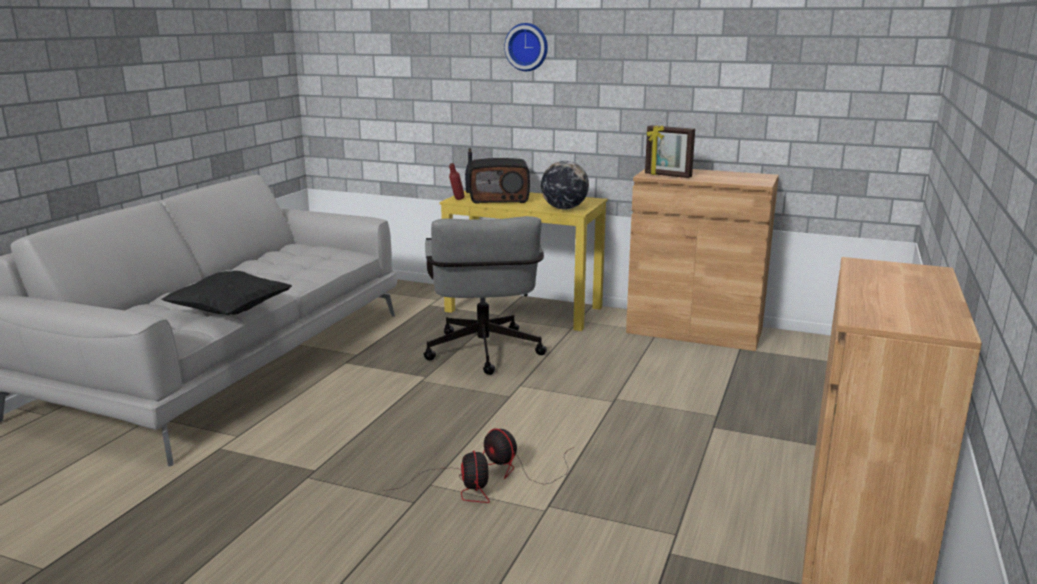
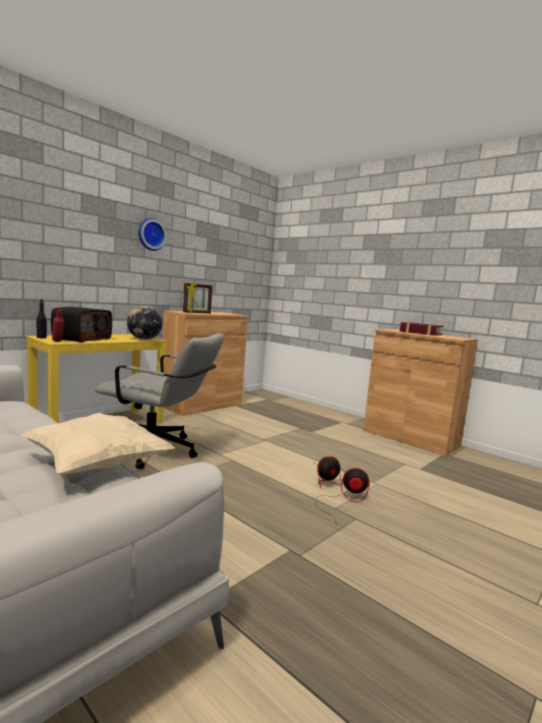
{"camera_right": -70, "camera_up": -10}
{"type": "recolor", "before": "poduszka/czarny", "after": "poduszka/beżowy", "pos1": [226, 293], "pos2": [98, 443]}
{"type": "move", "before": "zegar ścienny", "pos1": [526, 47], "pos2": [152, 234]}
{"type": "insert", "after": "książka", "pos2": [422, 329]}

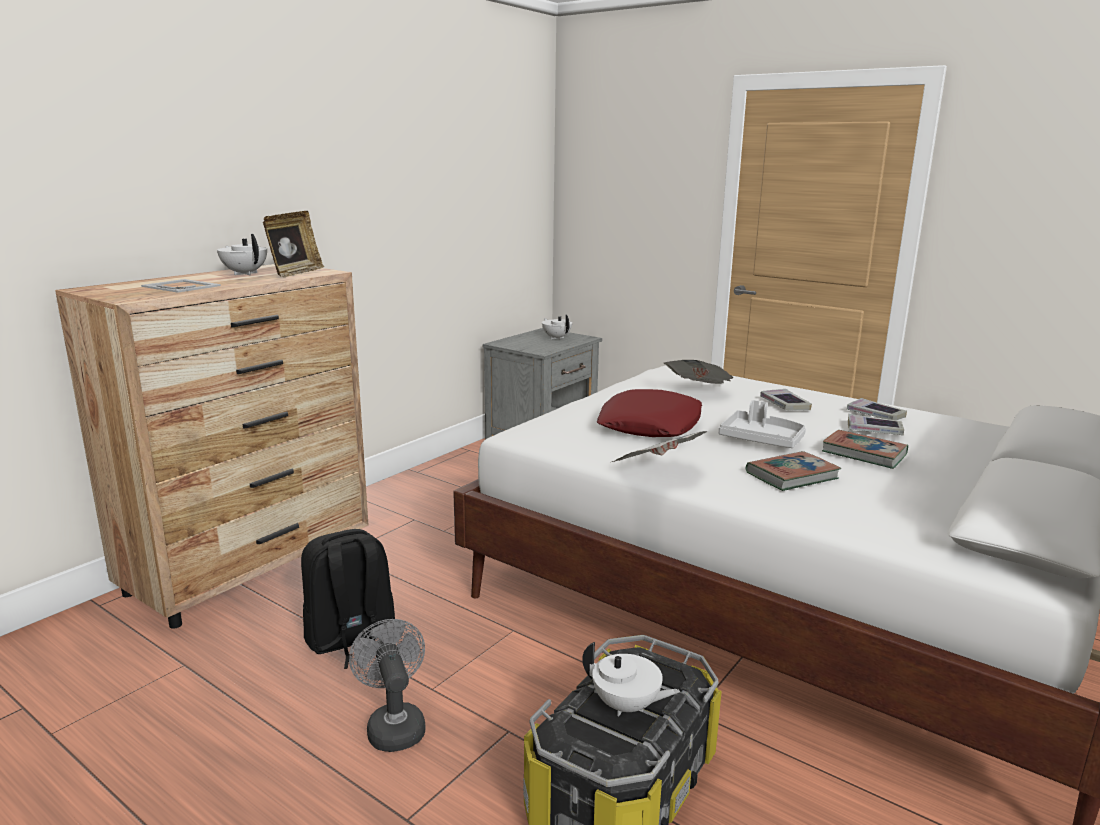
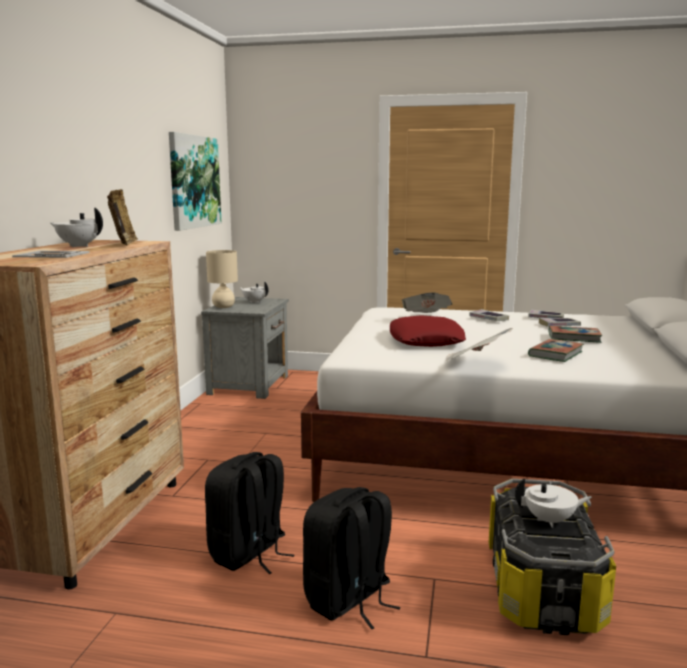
{"camera_right": -25, "camera_up": -5}
{"type": "replace", "before": "wentylator/szary", "after": "plecak/czarny", "pos1": [387, 685], "pos2": [351, 558]}
{"type": "delete", "before": "taca/szary", "pos1": [762, 424]}
{"type": "insert", "after": "obraz", "pos2": [195, 181]}
{"type": "insert", "after": "lampa stołowa/beżowy", "pos2": [222, 279]}

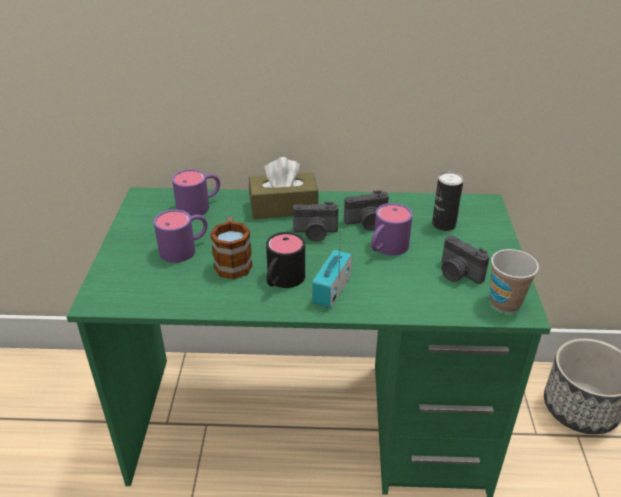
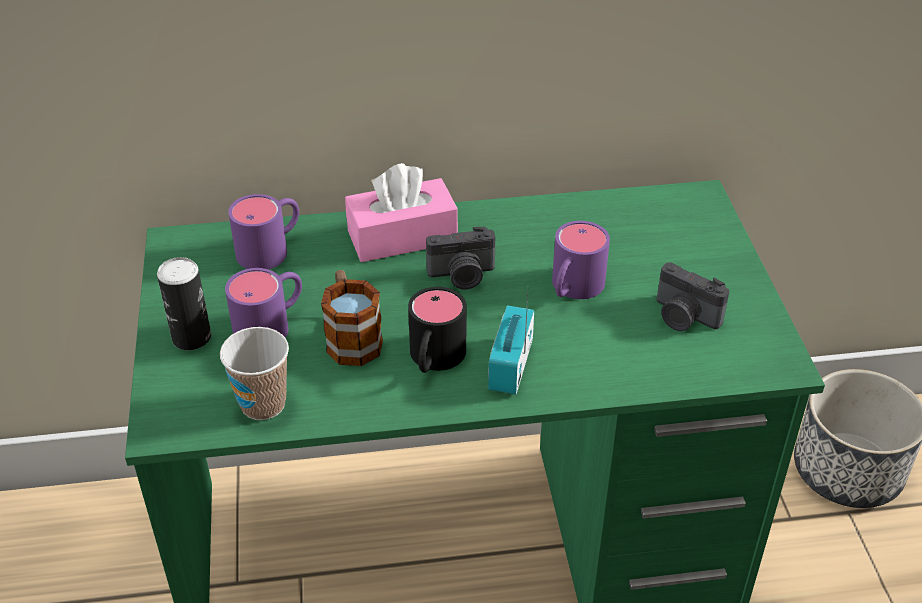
{"camera_right": -10, "camera_up": 5}
{"type": "recolor", "before": "pudełko chusteczek/brązowy", "after": "pudełko chusteczek/różowy", "pos1": [284, 188], "pos2": [401, 212]}
{"type": "delete", "before": "aparat fotograficzny", "pos1": [366, 210]}
{"type": "move", "before": "puszka", "pos1": [447, 201], "pos2": [184, 303]}
{"type": "move", "before": "filiżanka", "pos1": [514, 281], "pos2": [254, 373]}

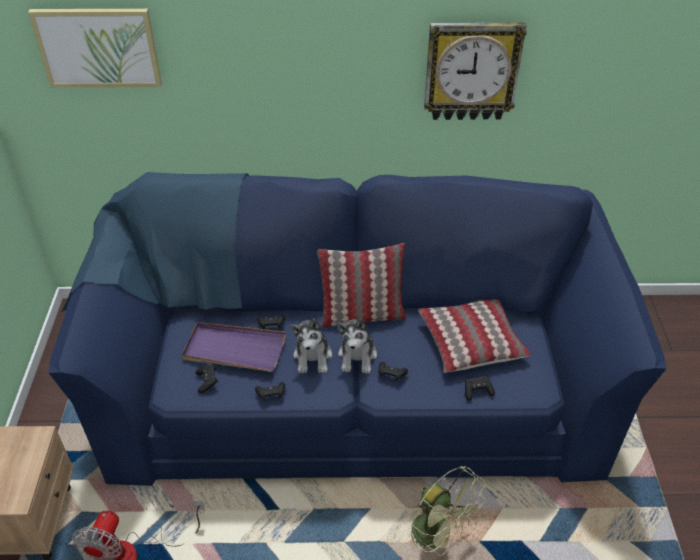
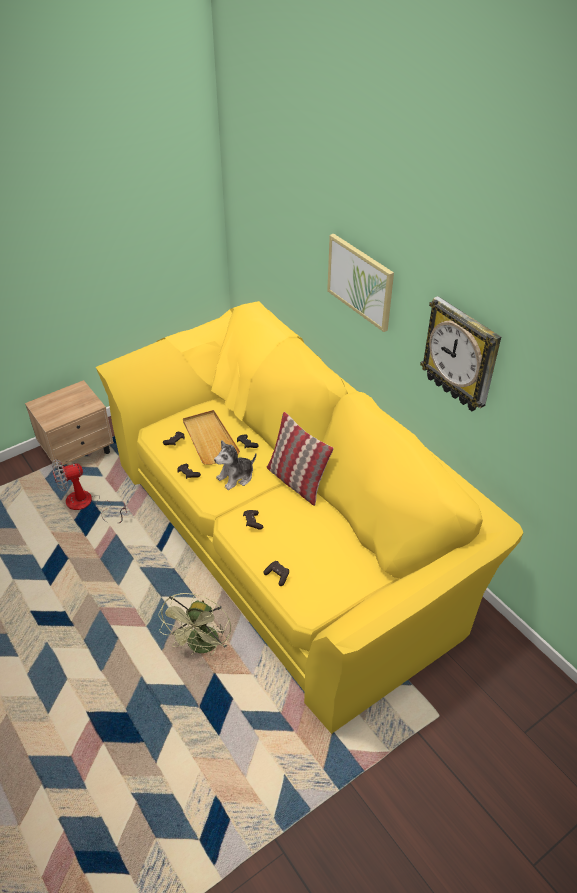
{"camera_right": 55, "camera_up": 0}
{"type": "move", "before": "obraz", "pos1": [95, 48], "pos2": [360, 283]}
{"type": "recolor", "before": "kanapa/niebieski", "after": "kanapa/żółty", "pos1": [357, 329], "pos2": [310, 517]}
{"type": "recolor", "before": "taca/fioletowy", "after": "taca/beżowy", "pos1": [234, 347], "pos2": [211, 437]}
{"type": "delete", "before": "pluszak", "pos1": [356, 345]}
{"type": "delete", "before": "poduszka", "pos1": [474, 336]}

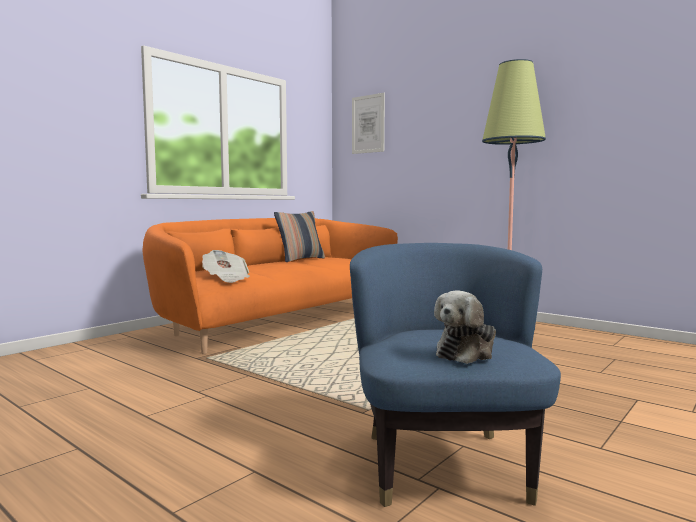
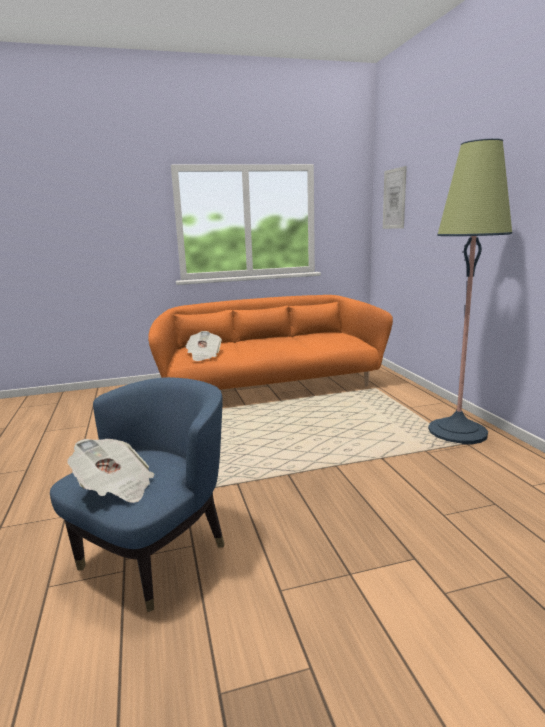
{"camera_right": 35, "camera_up": 10}
{"type": "delete", "before": "poduszka", "pos1": [299, 236]}
{"type": "replace", "before": "pluszak", "after": "gazeta", "pos1": [465, 327], "pos2": [111, 471]}

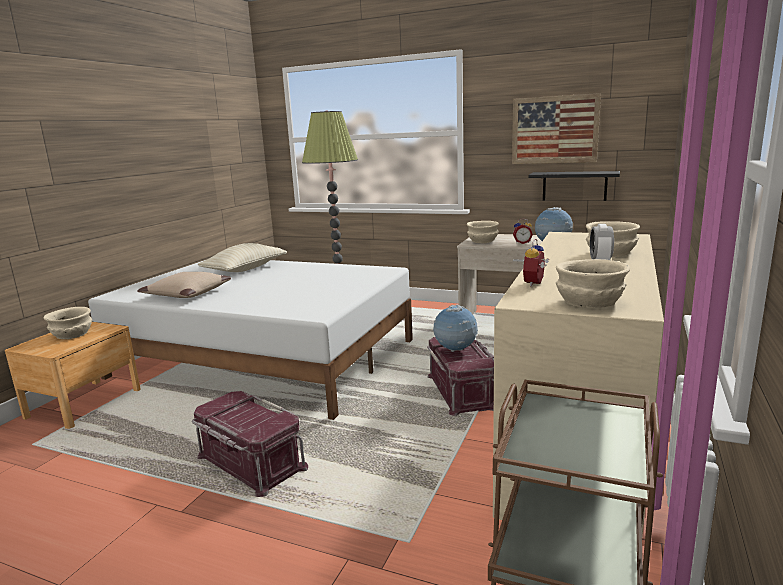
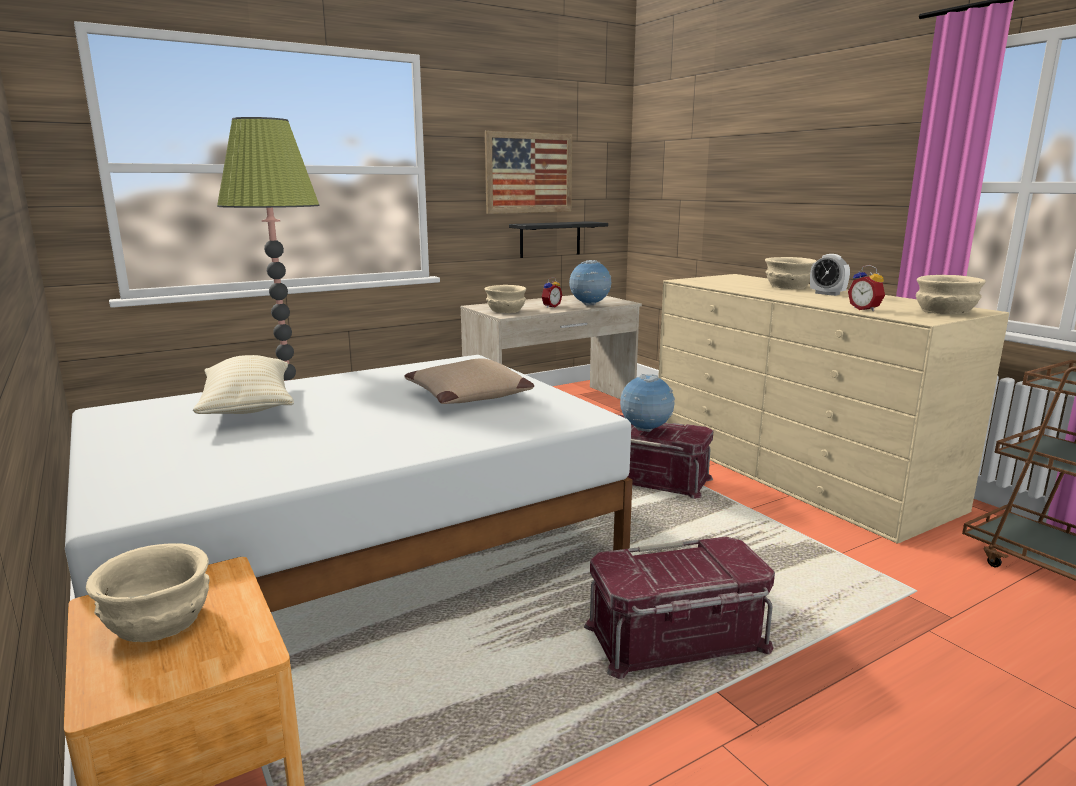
{"camera_right": -55, "camera_up": 0}
{"type": "move", "before": "poduszka/beżowy", "pos1": [184, 285], "pos2": [469, 381]}

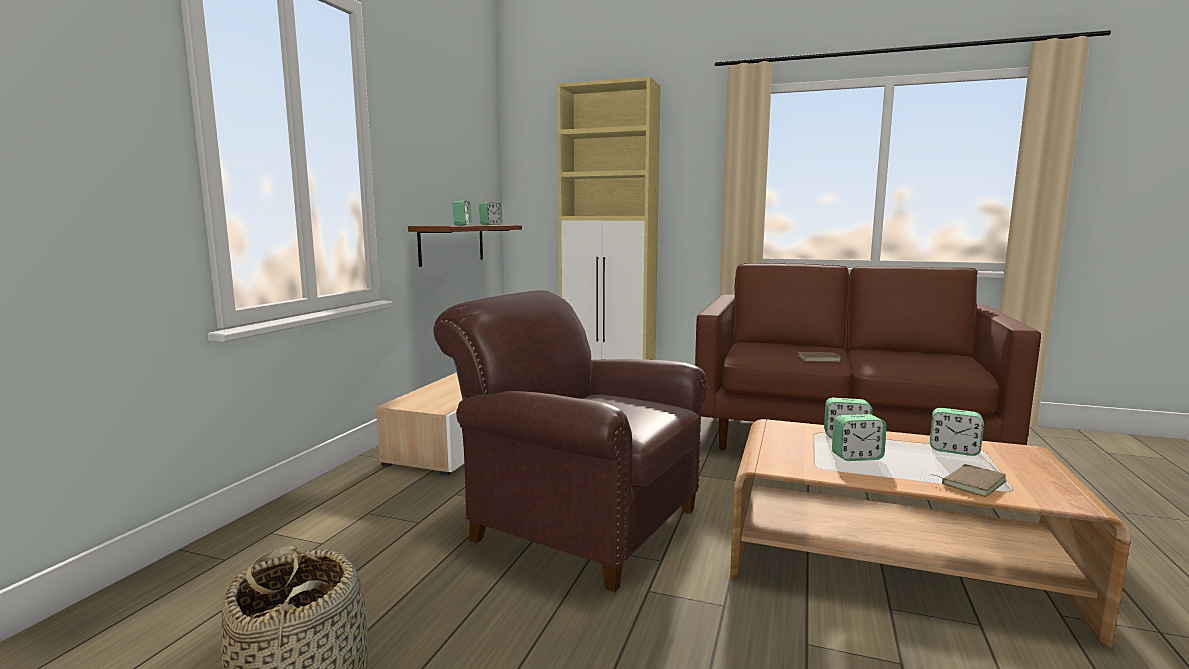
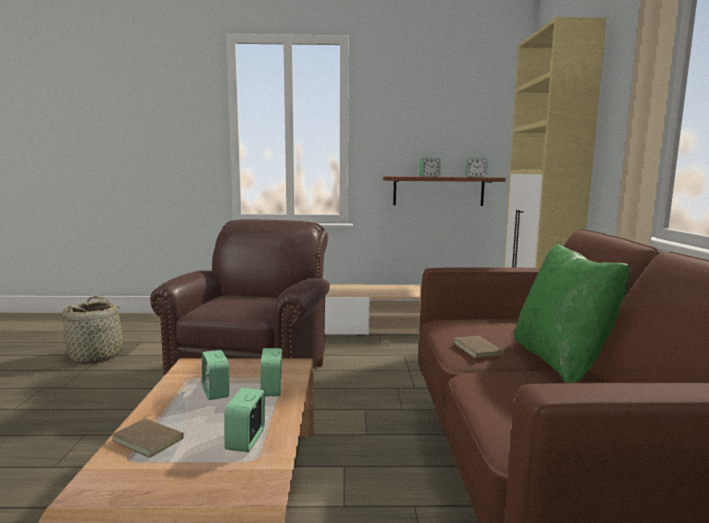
{"camera_right": 70, "camera_up": 0}
{"type": "insert", "after": "poduszka/zielony", "pos2": [572, 313]}

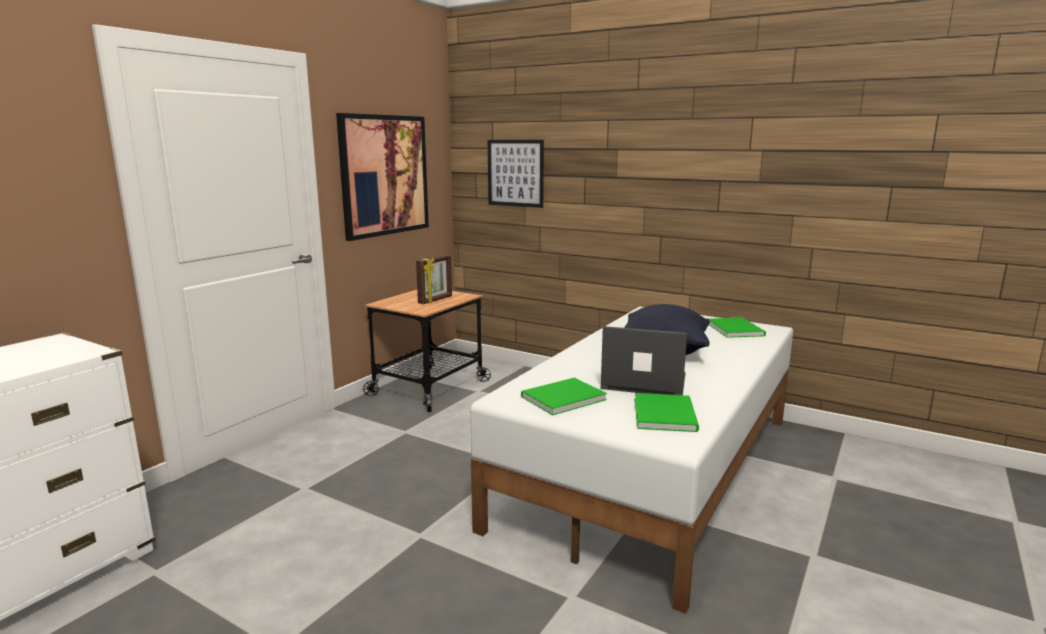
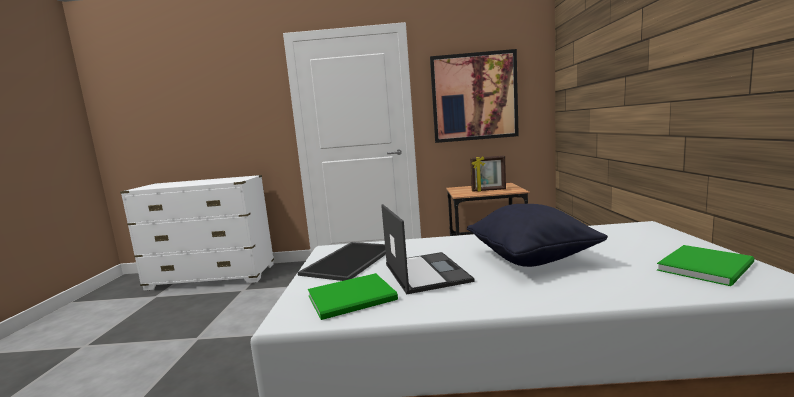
{"camera_right": 60, "camera_up": -5}
{"type": "delete", "before": "obraz", "pos1": [516, 174]}
{"type": "replace", "before": "książka/zielony", "after": "taca", "pos1": [564, 396], "pos2": [342, 261]}

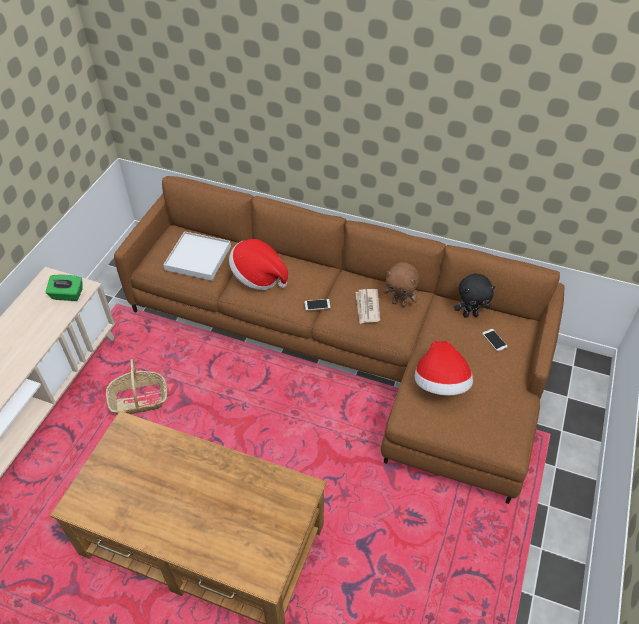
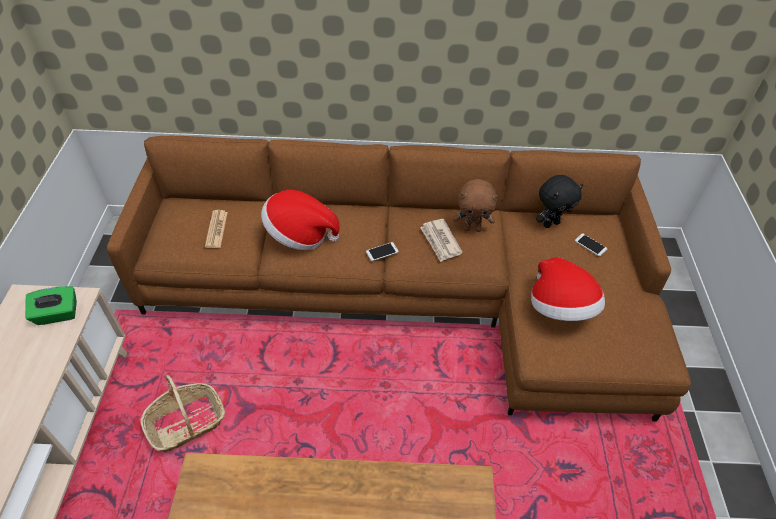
{"camera_right": -20, "camera_up": 0}
{"type": "replace", "before": "taca/biały", "after": "gazeta", "pos1": [197, 256], "pos2": [216, 229]}

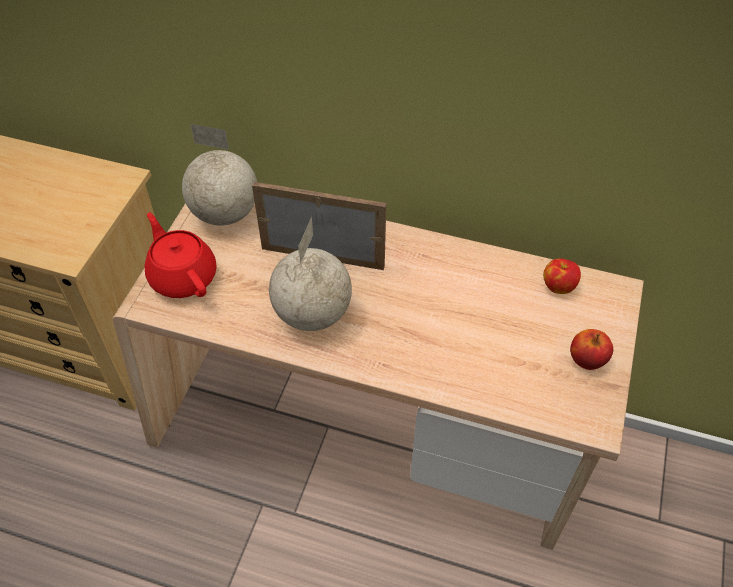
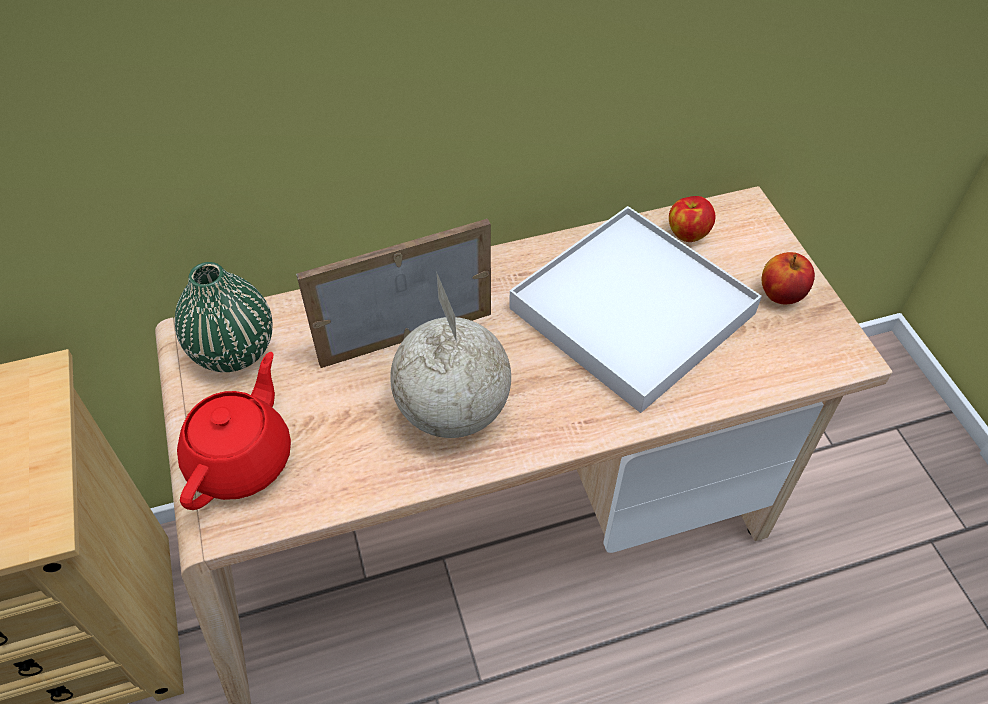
{"camera_right": -35, "camera_up": 0}
{"type": "rotate", "before": "imbryk/czerwony", "pos1": [181, 255], "pos2": [234, 431], "turn": 90}
{"type": "replace", "before": "globus", "after": "wazon/zielony", "pos1": [219, 175], "pos2": [224, 317]}
{"type": "insert", "after": "taca/biały", "pos2": [635, 309]}

